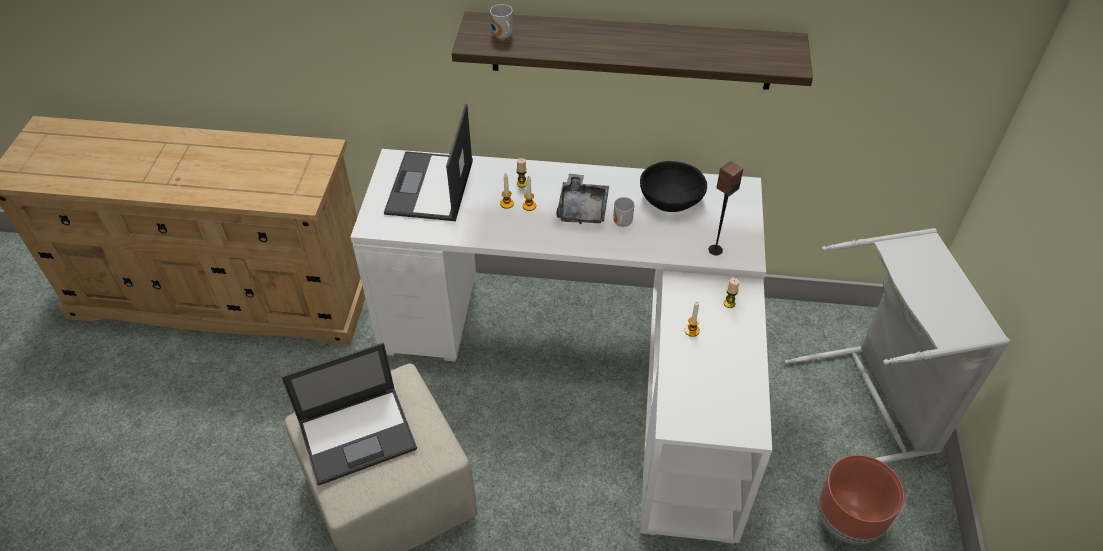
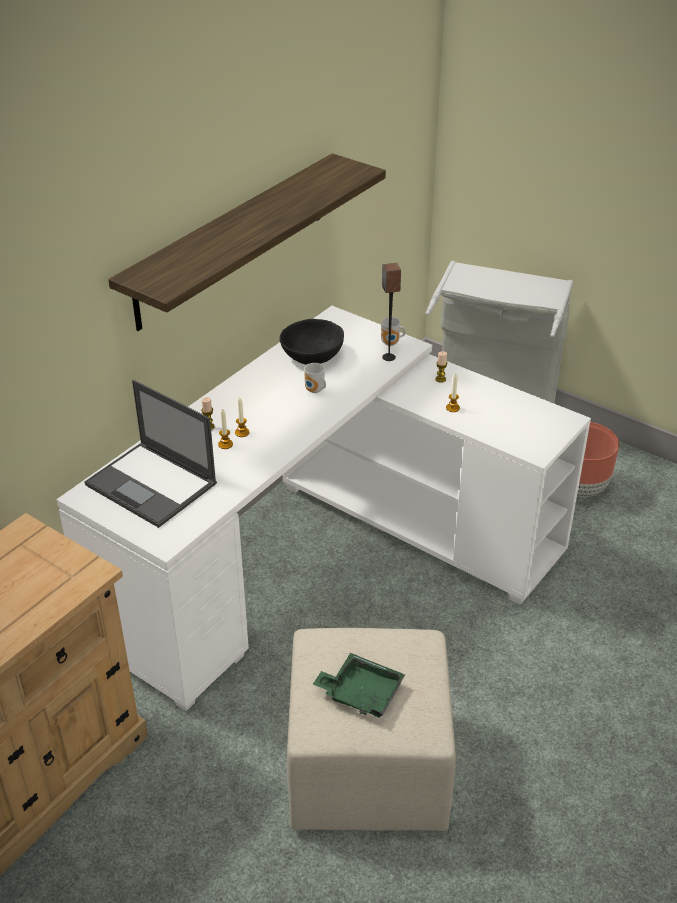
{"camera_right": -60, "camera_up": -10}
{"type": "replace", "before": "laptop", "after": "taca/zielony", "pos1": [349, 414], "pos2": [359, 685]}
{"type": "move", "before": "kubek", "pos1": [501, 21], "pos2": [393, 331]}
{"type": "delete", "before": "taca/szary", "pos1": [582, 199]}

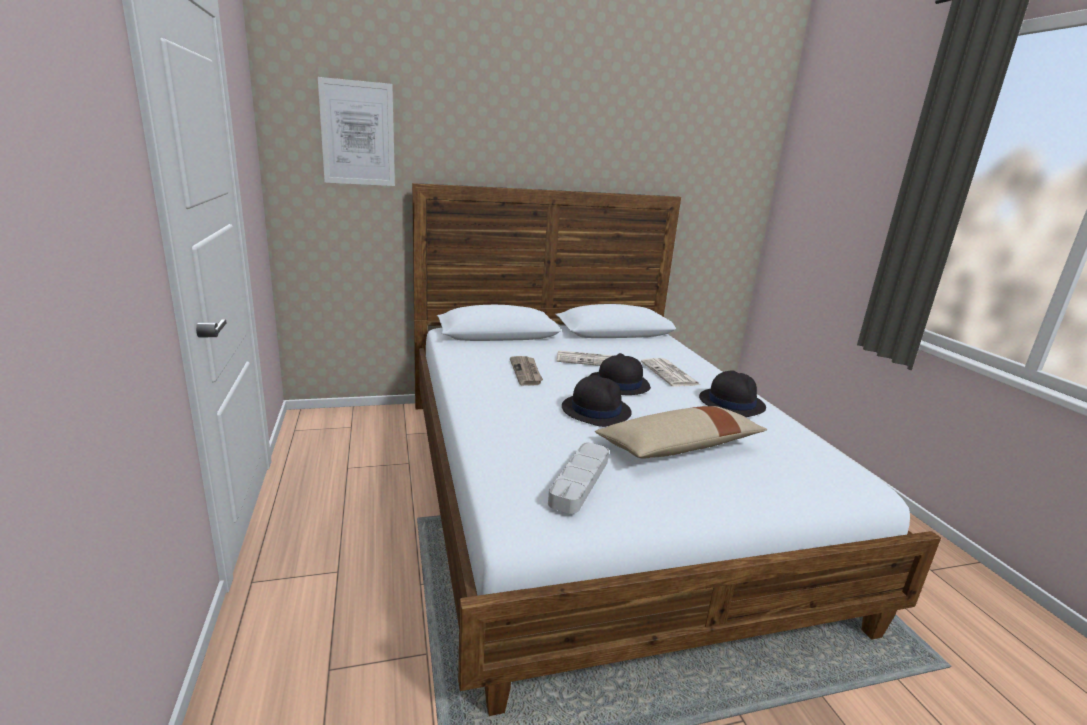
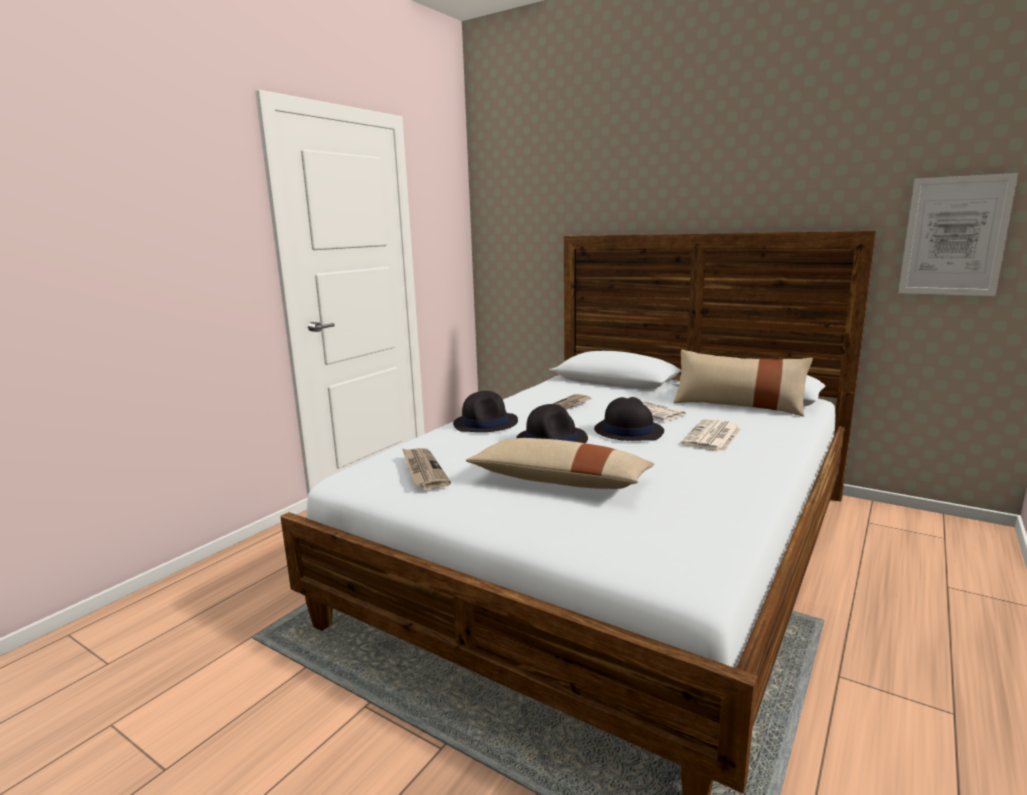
{"camera_right": 50, "camera_up": -5}
{"type": "move", "before": "obraz", "pos1": [356, 131], "pos2": [958, 234]}
{"type": "replace", "before": "taca/szary", "after": "gazeta", "pos1": [578, 478], "pos2": [426, 468]}
{"type": "move", "before": "kapelusz/czarny", "pos1": [732, 394], "pos2": [485, 411]}
{"type": "insert", "after": "poduszka/beżowy", "pos2": [743, 383]}

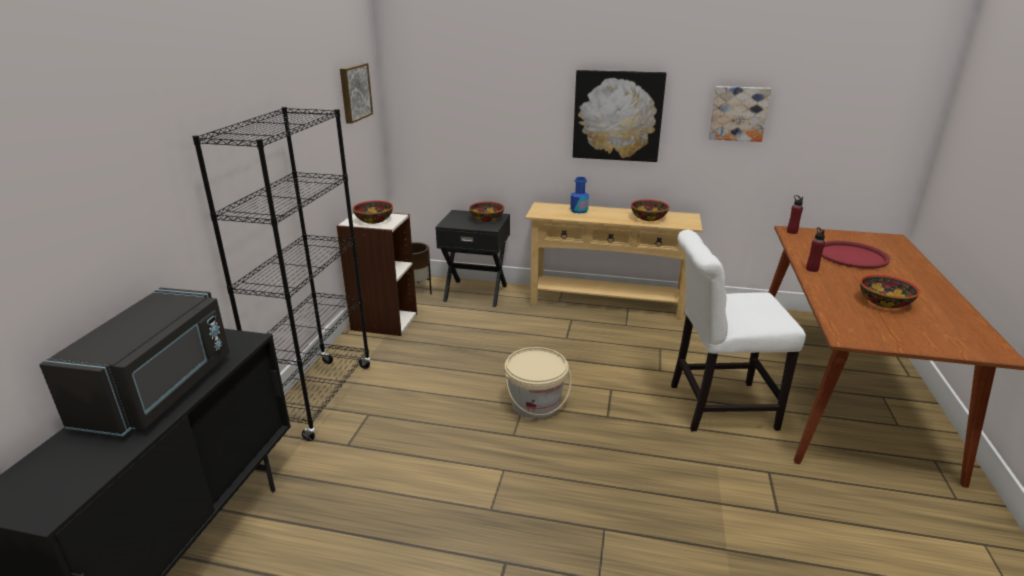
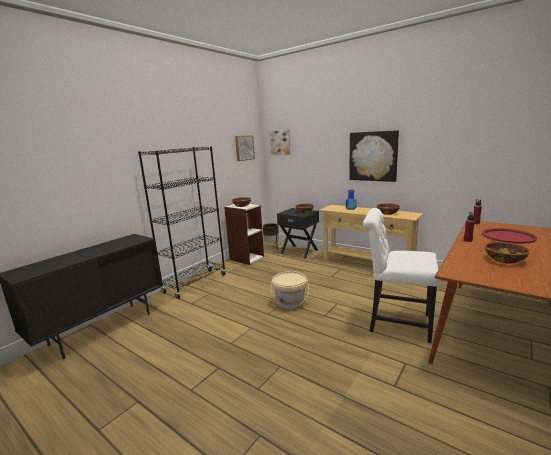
{"camera_right": 25, "camera_up": -10}
{"type": "delete", "before": "mikrofalówka/czarny", "pos1": [134, 362]}
{"type": "move", "before": "obraz", "pos1": [740, 114], "pos2": [280, 142]}

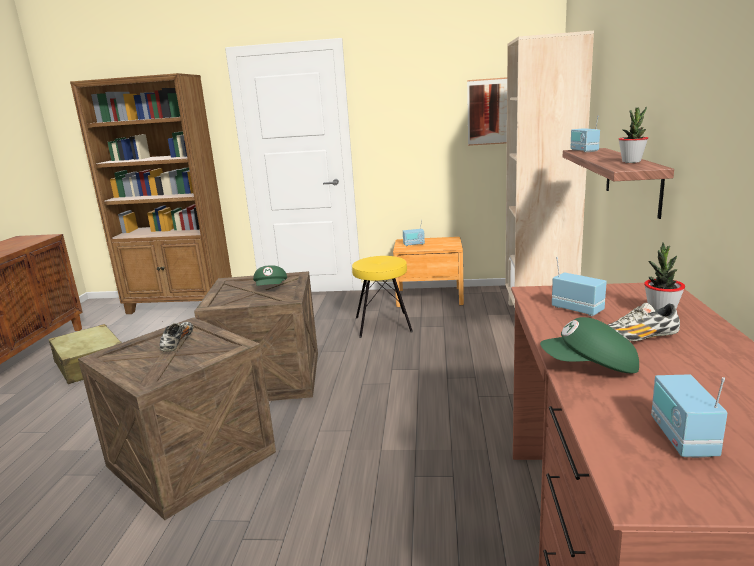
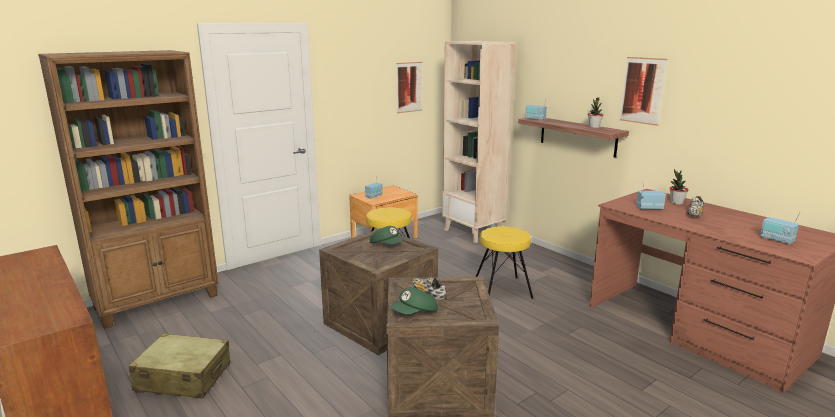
{"camera_right": -45, "camera_up": 0}
{"type": "move", "before": "czapka z daszkiem/zielony", "pos1": [589, 345], "pos2": [414, 300]}
{"type": "insert", "after": "stołek/żółty", "pos2": [505, 262]}
{"type": "insert", "after": "obraz", "pos2": [643, 91]}

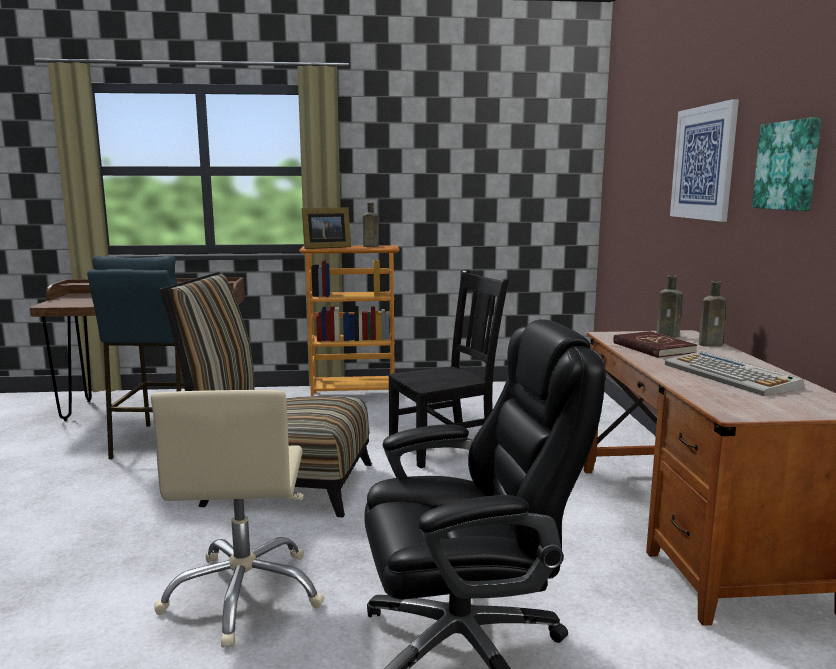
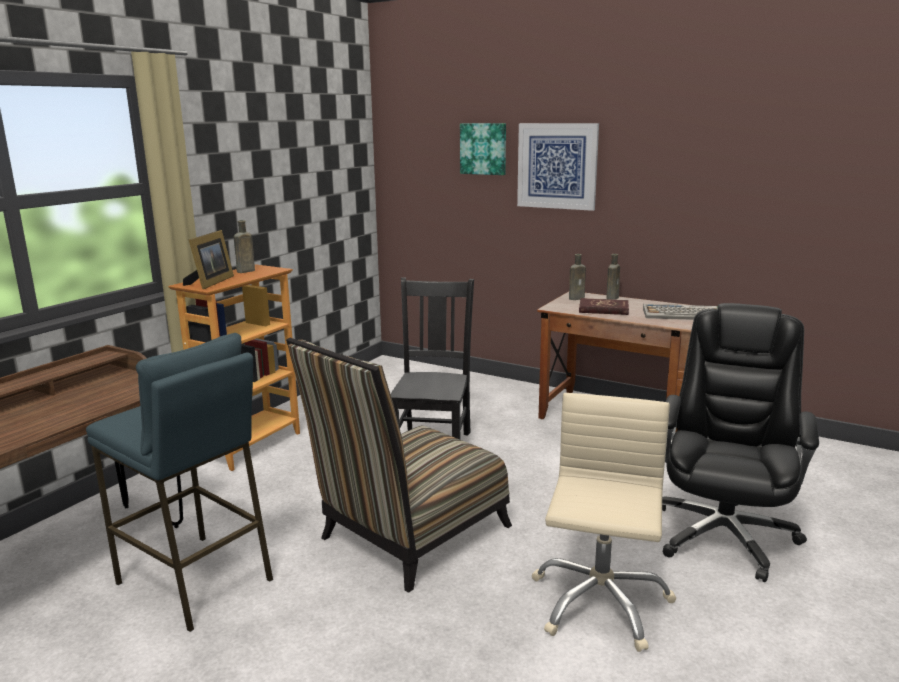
{"camera_right": -55, "camera_up": 5}
{"type": "rotate", "before": "krzesło biurowe/beżowy", "pos1": [238, 518], "pos2": [604, 522], "turn": -105}
{"type": "move", "before": "obraz", "pos1": [786, 164], "pos2": [483, 149]}

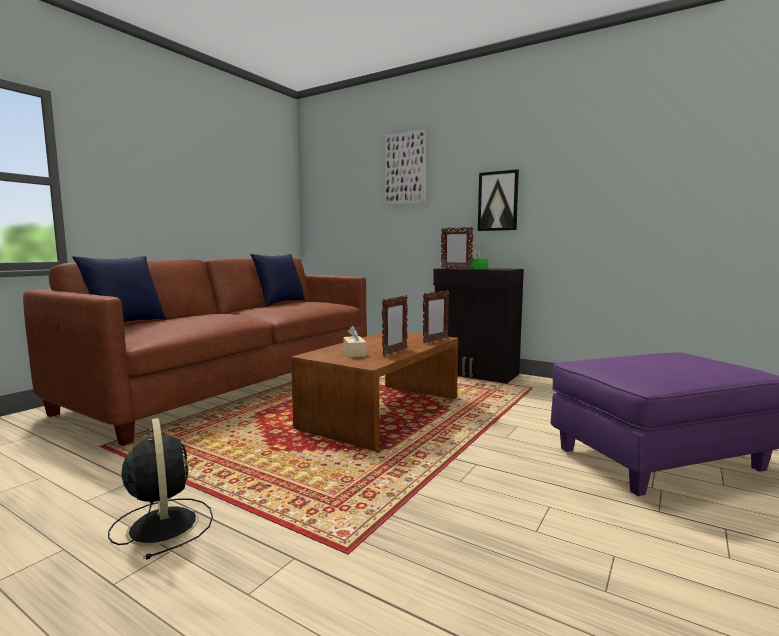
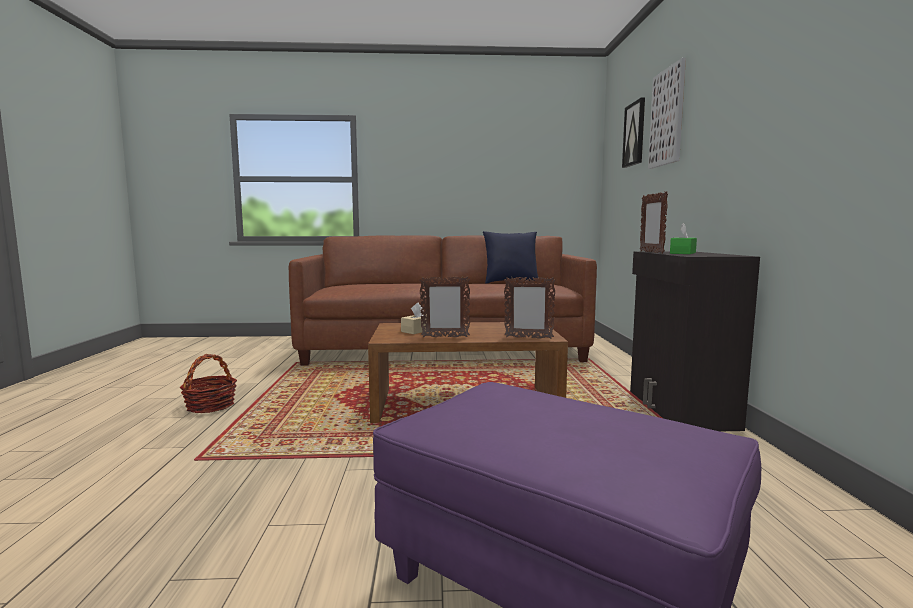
{"camera_right": 55, "camera_up": 0}
{"type": "delete", "before": "poduszka/niebieski", "pos1": [119, 289]}
{"type": "replace", "before": "wentylator/czarny", "after": "koszyk", "pos1": [160, 489], "pos2": [208, 384]}
{"type": "move", "before": "obraz", "pos1": [498, 200], "pos2": [633, 132]}

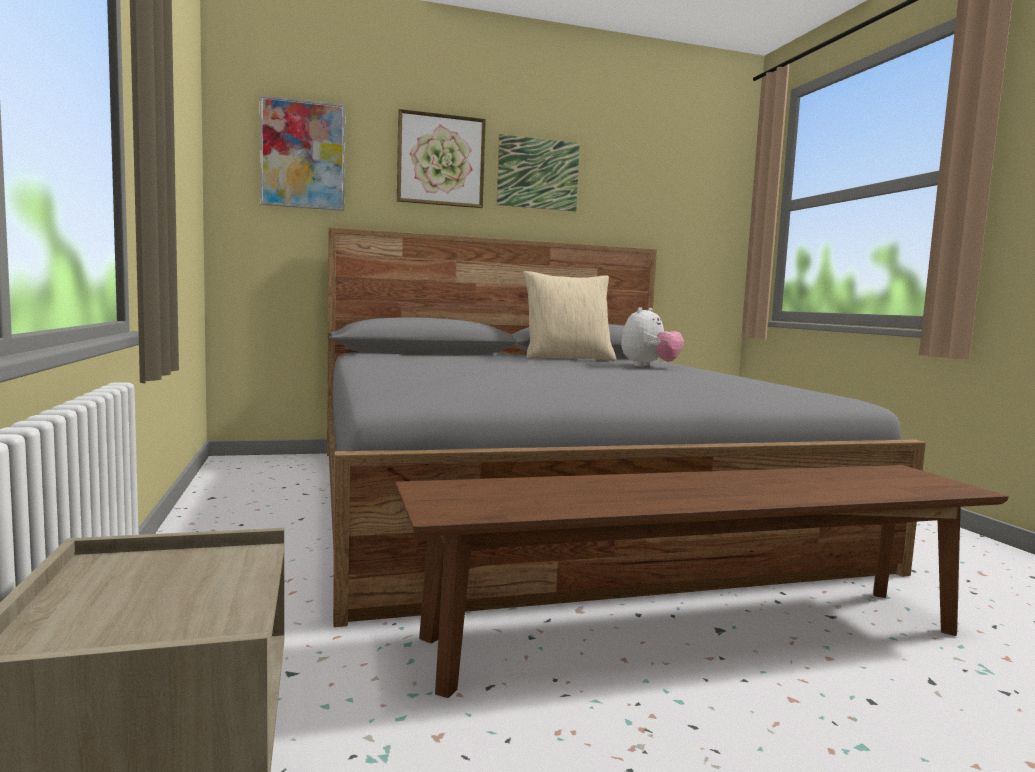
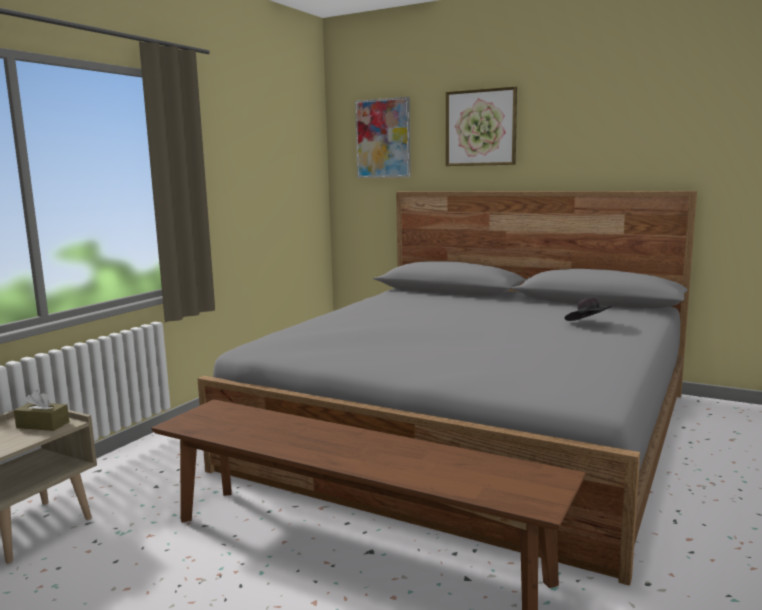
{"camera_right": 45, "camera_up": 5}
{"type": "delete", "before": "obraz", "pos1": [538, 172]}
{"type": "delete", "before": "poduszka/beżowy", "pos1": [569, 316]}
{"type": "replace", "before": "pluszak", "after": "kapelusz/czarny", "pos1": [652, 337], "pos2": [587, 309]}
{"type": "insert", "after": "pudełko chusteczek/brązowy", "pos2": [41, 410]}

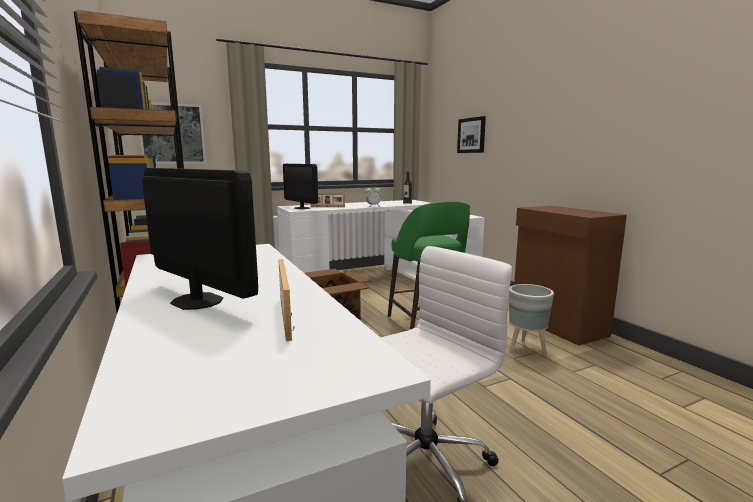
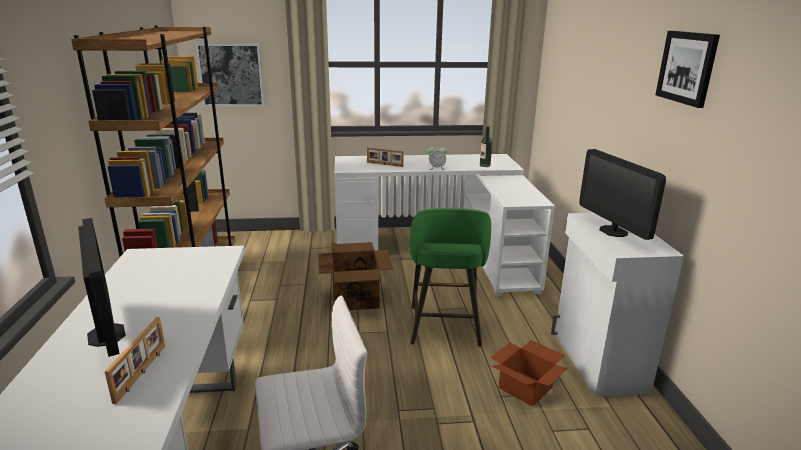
{"camera_right": 20, "camera_up": 10}
{"type": "move", "before": "monitor", "pos1": [300, 186], "pos2": [622, 194]}
{"type": "move", "before": "obraz", "pos1": [471, 134], "pos2": [687, 69]}
{"type": "replace", "before": "donica/szary", "after": "karton", "pos1": [531, 319], "pos2": [529, 373]}
{"type": "recolor", "before": "szafka/brązowy", "after": "szafka/biały", "pos1": [570, 276], "pos2": [617, 305]}

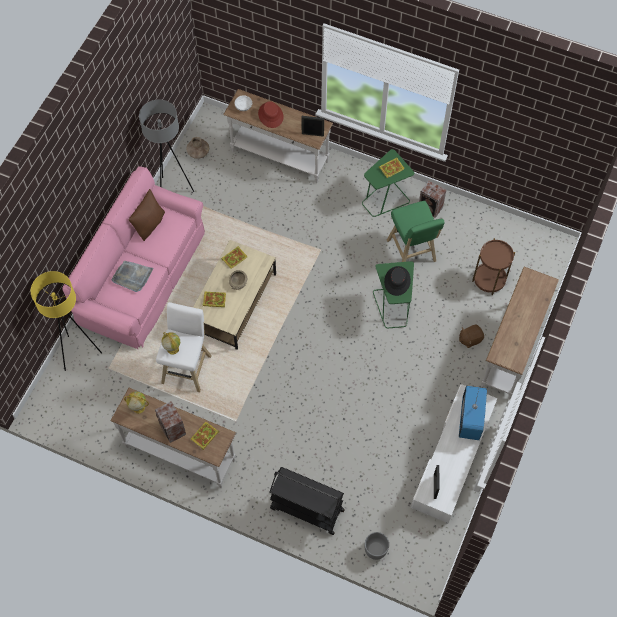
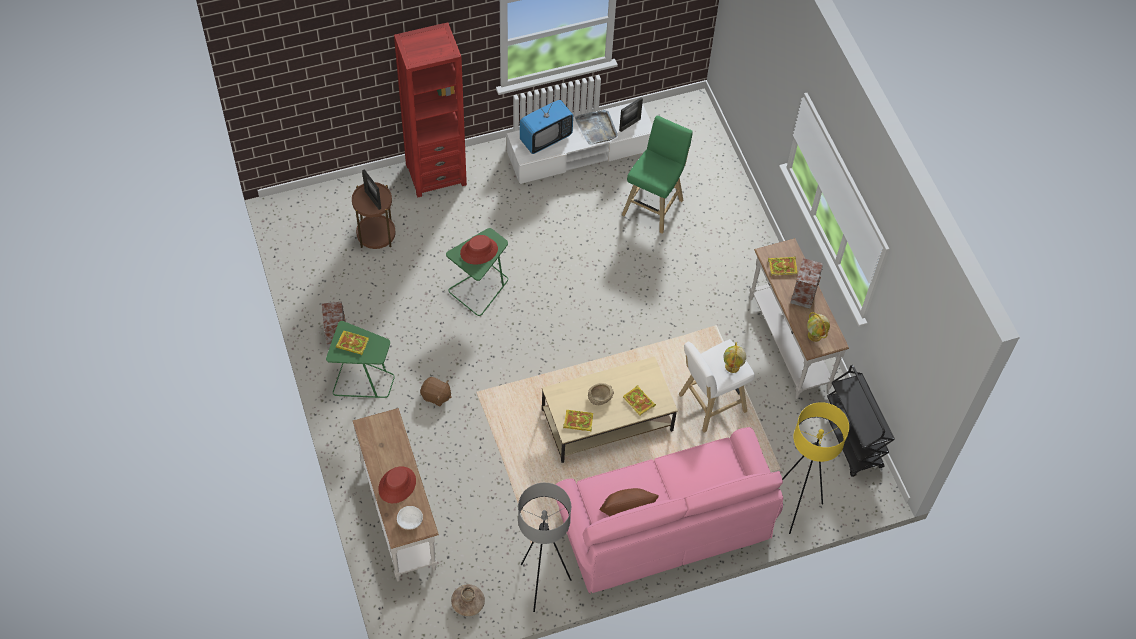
{"camera_right": -135, "camera_up": -5}
{"type": "move", "before": "taca/szary", "pos1": [132, 276], "pos2": [596, 127]}
{"type": "move", "before": "wózek/czarny", "pos1": [307, 501], "pos2": [861, 421]}
{"type": "move", "before": "ramka na zdjęcie", "pos1": [313, 126], "pos2": [371, 189]}
{"type": "delete", "before": "donica/szary", "pos1": [377, 546]}
{"type": "recolor", "before": "kapelusz/czarny", "after": "kapelusz/czerwony", "pos1": [397, 281], "pos2": [479, 250]}
{"type": "move", "before": "stołek/zielony", "pos1": [415, 231], "pos2": [657, 174]}
{"type": "move", "before": "pluszak/brązowy", "pos1": [471, 336], "pos2": [436, 391]}
{"type": "replace", "before": "stolik konsolowy/biały", "after": "regał/czerwony", "pos1": [520, 333], "pos2": [430, 109]}

